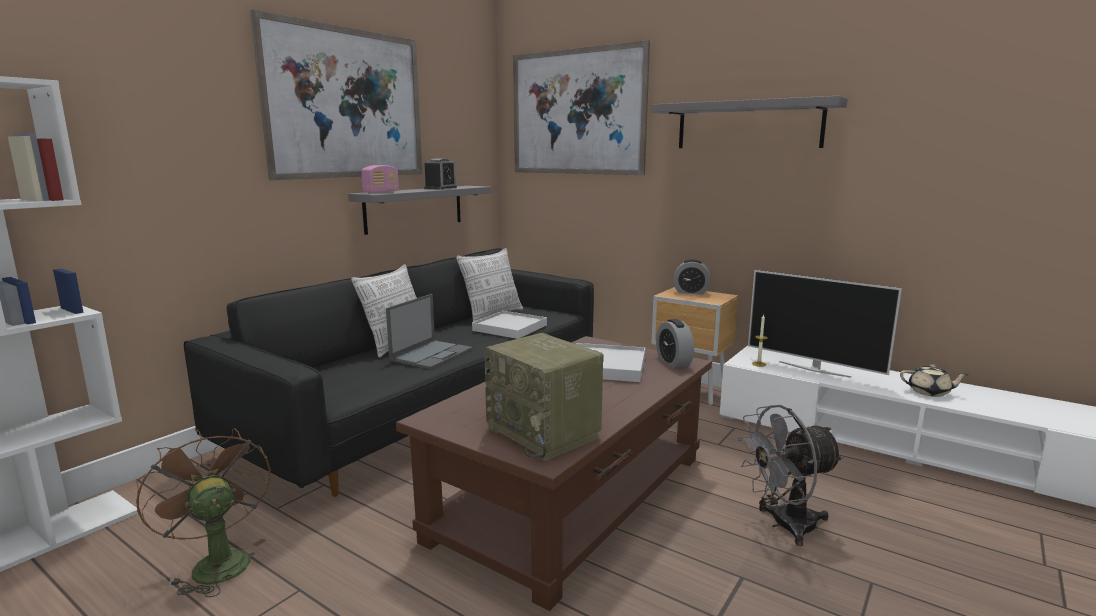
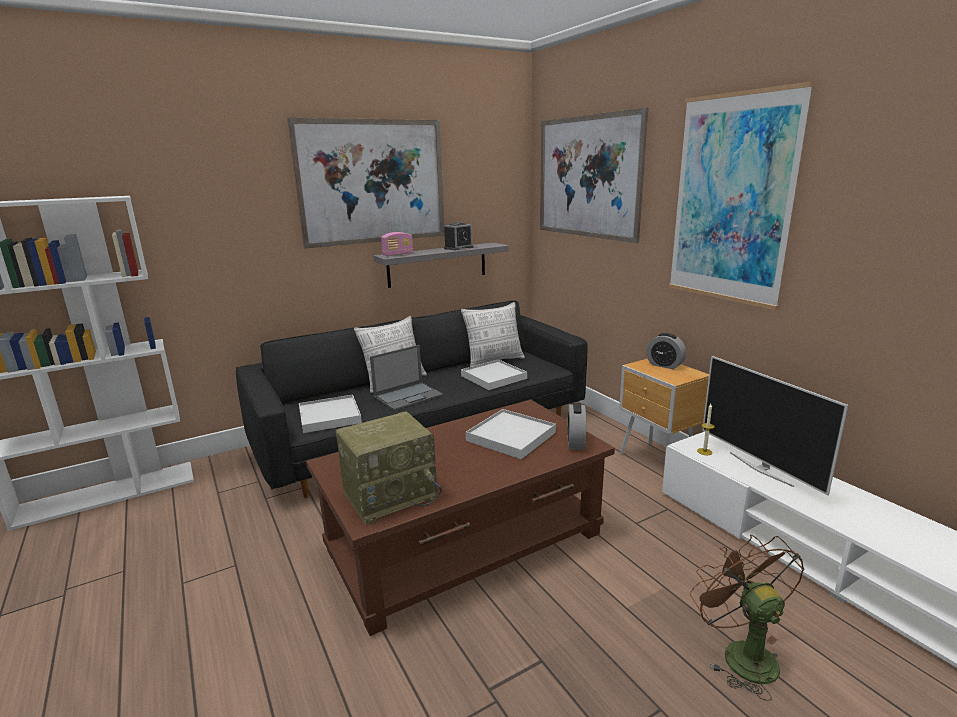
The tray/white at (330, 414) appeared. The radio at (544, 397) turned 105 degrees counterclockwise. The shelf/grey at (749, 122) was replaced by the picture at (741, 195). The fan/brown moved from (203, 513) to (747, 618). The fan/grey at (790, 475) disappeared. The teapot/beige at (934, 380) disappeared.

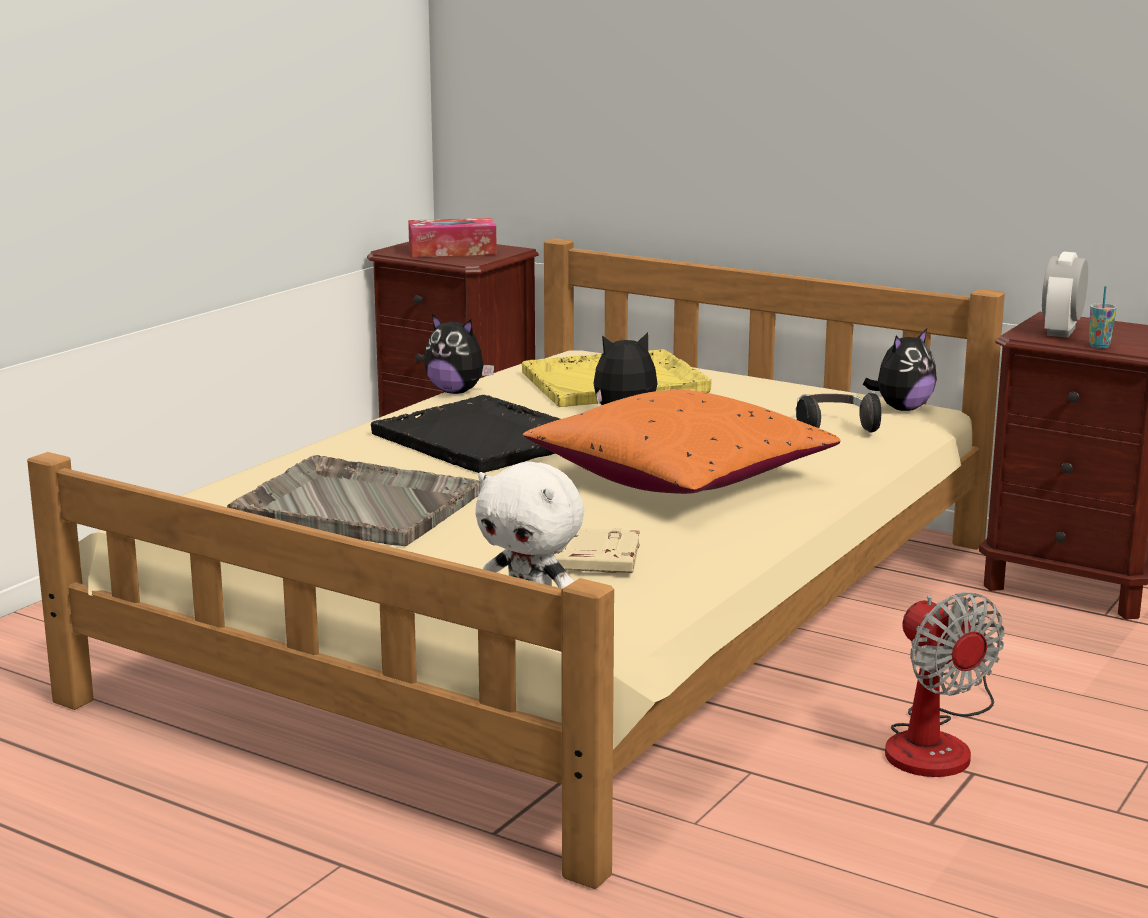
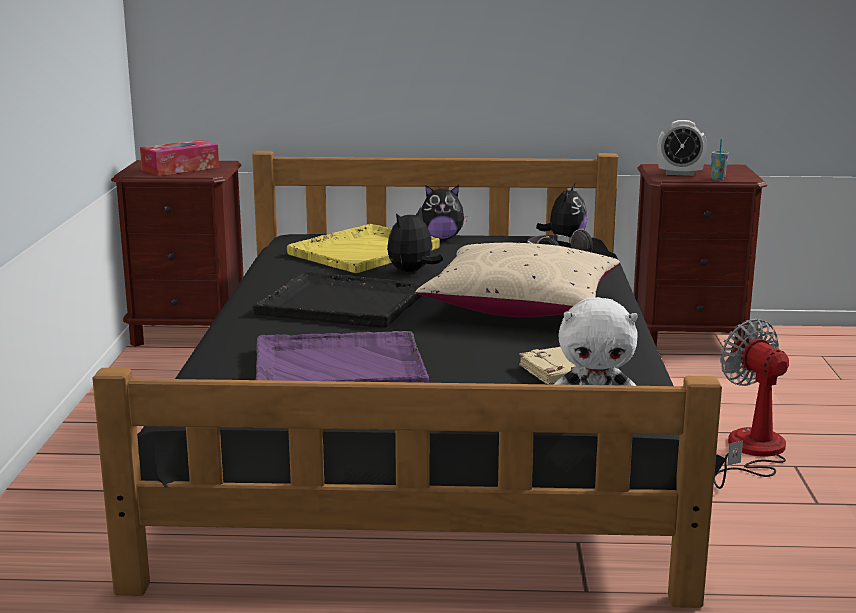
The bed/beige at (516, 563) became the bed/black at (409, 379). The tray/grey at (354, 500) became the tray/purple at (342, 357). The pillow/orange at (681, 441) became the pillow/beige at (517, 280). The plush toy moved from (459, 354) to (444, 212). The alarm clock at (1065, 295) turned 75 degrees counterclockwise. The fan at (945, 684) turned 150 degrees counterclockwise.

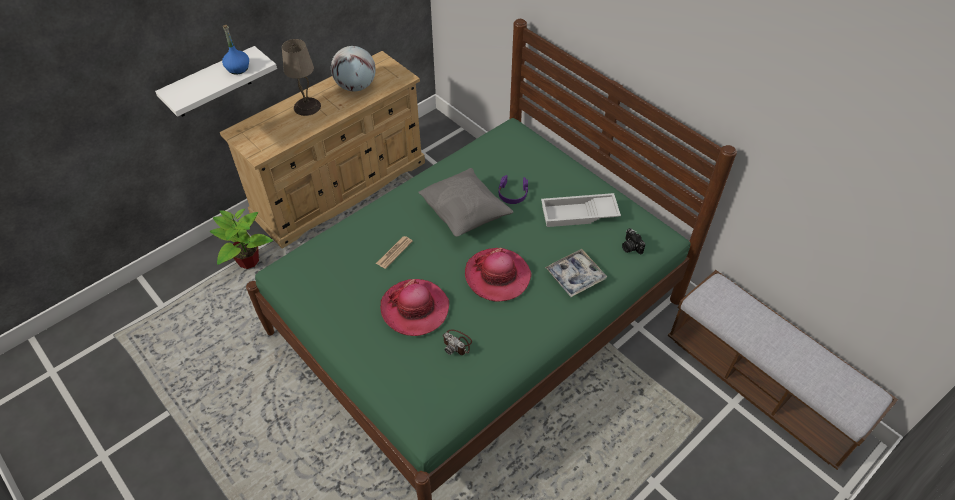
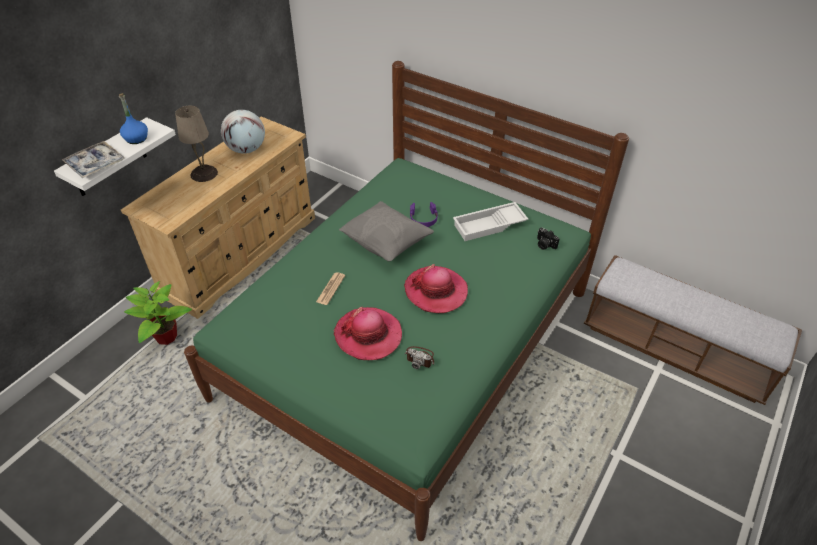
The tray moved from (576, 273) to (93, 159).

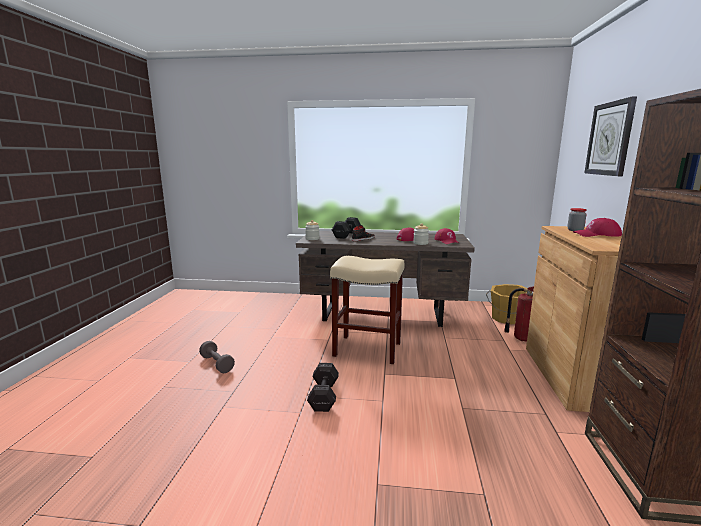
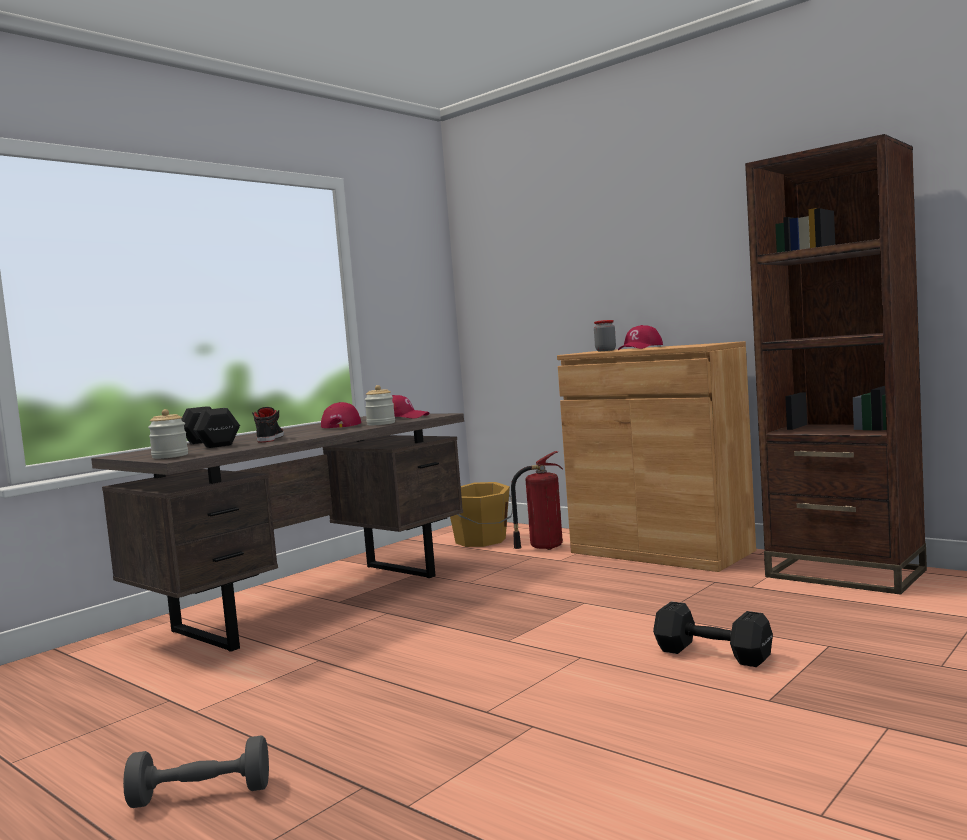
The dumbbell/black moved from (323, 387) to (713, 634). The stool/beige at (367, 310) disappeared. The wall clock at (610, 136) disappeared.

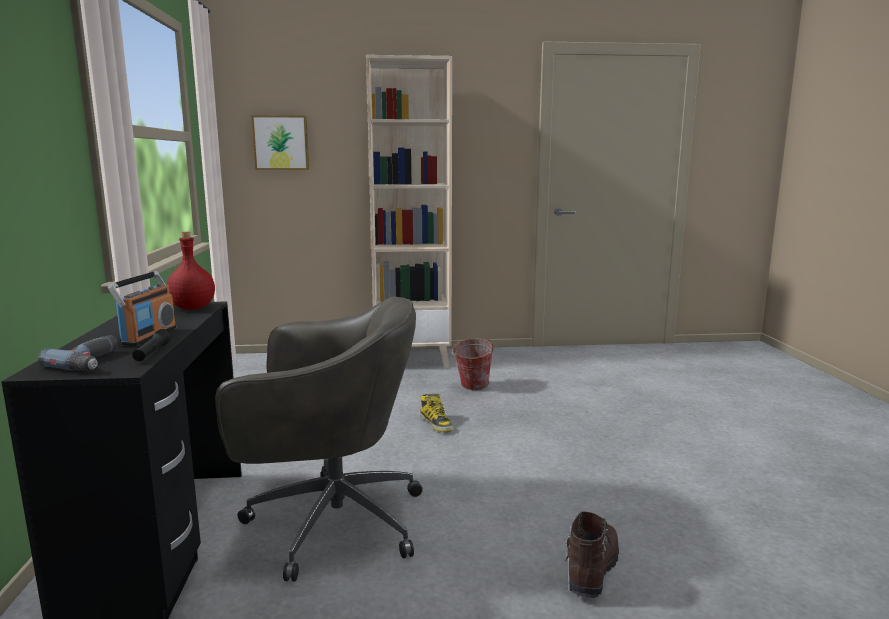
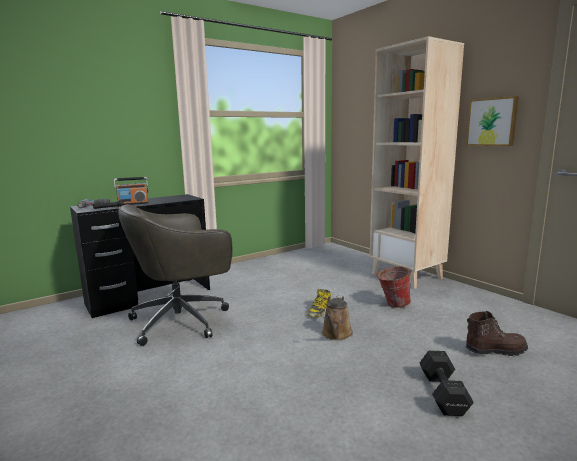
The office chair/grey at (319, 439) turned 90 degrees clockwise. The watering can/brown at (337, 318) appeared. The dumbbell/black at (447, 383) appeared. The picture moved from (280, 142) to (492, 121). The boot/brown moved from (592, 555) to (497, 333). The bottle/red at (191, 270) disappeared.

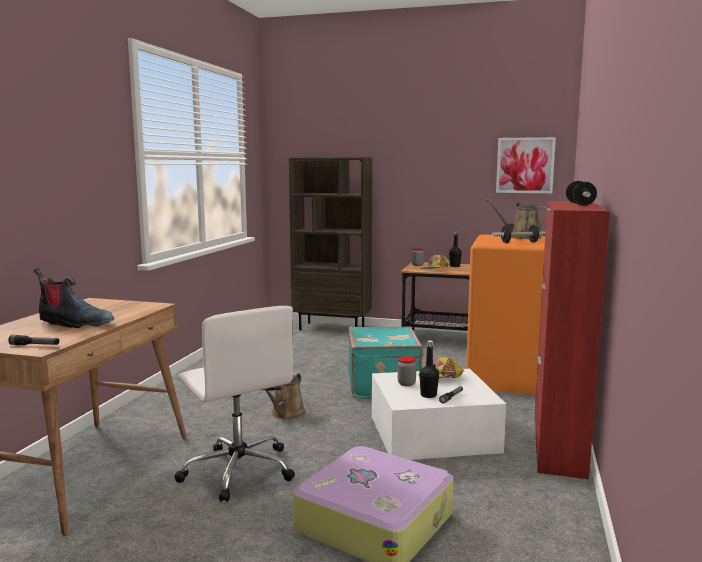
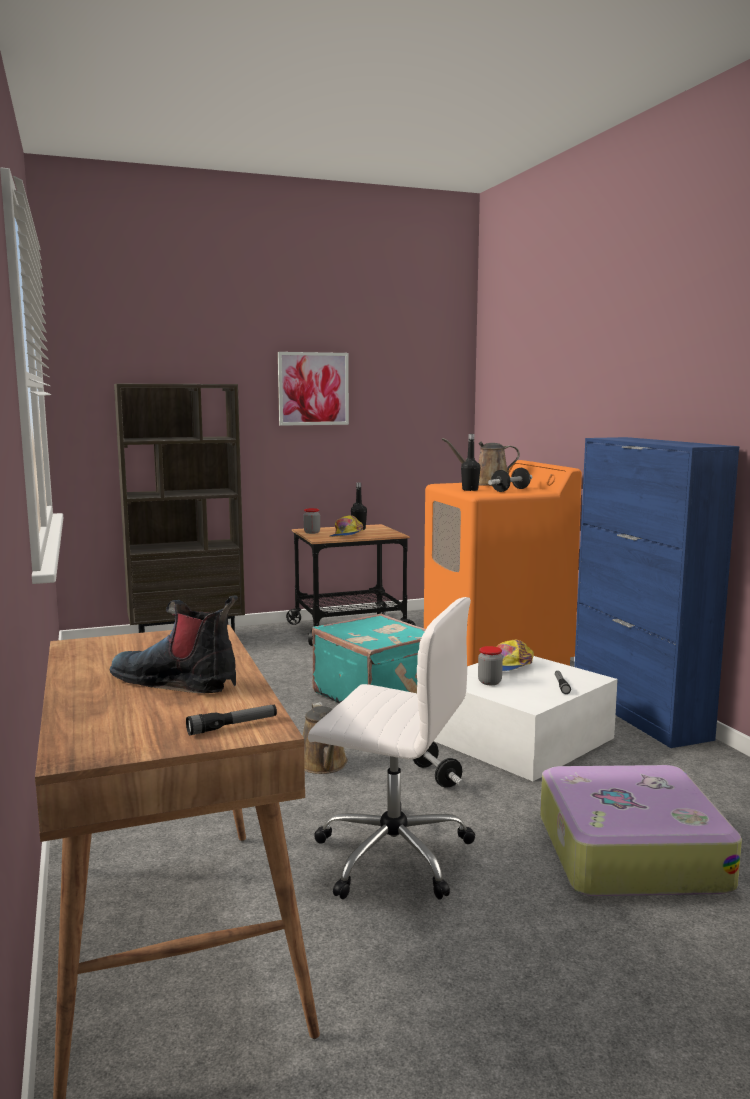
The boot at (74, 298) turned 135 degrees counterclockwise. The picture moved from (526, 165) to (313, 389). The dumbbell moved from (581, 193) to (438, 764). The bottle/black moved from (429, 369) to (470, 462). The cabinet/red at (572, 340) became the cabinet/blue at (657, 592).

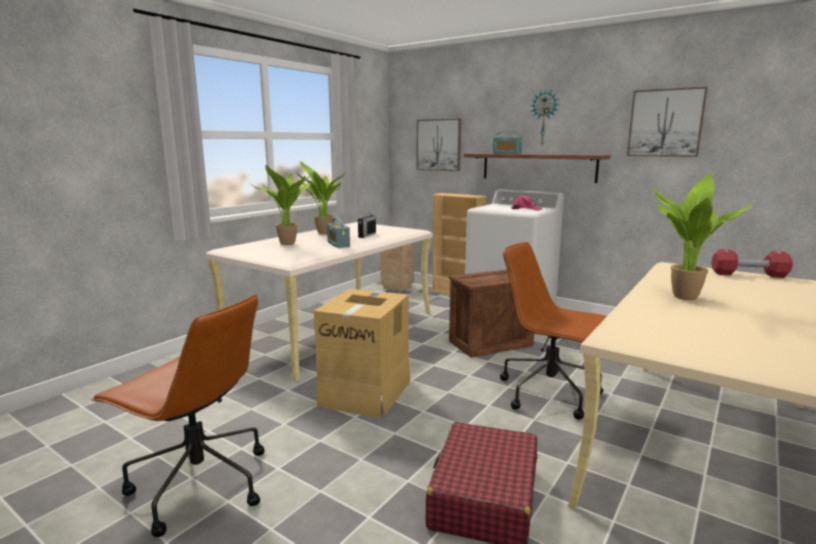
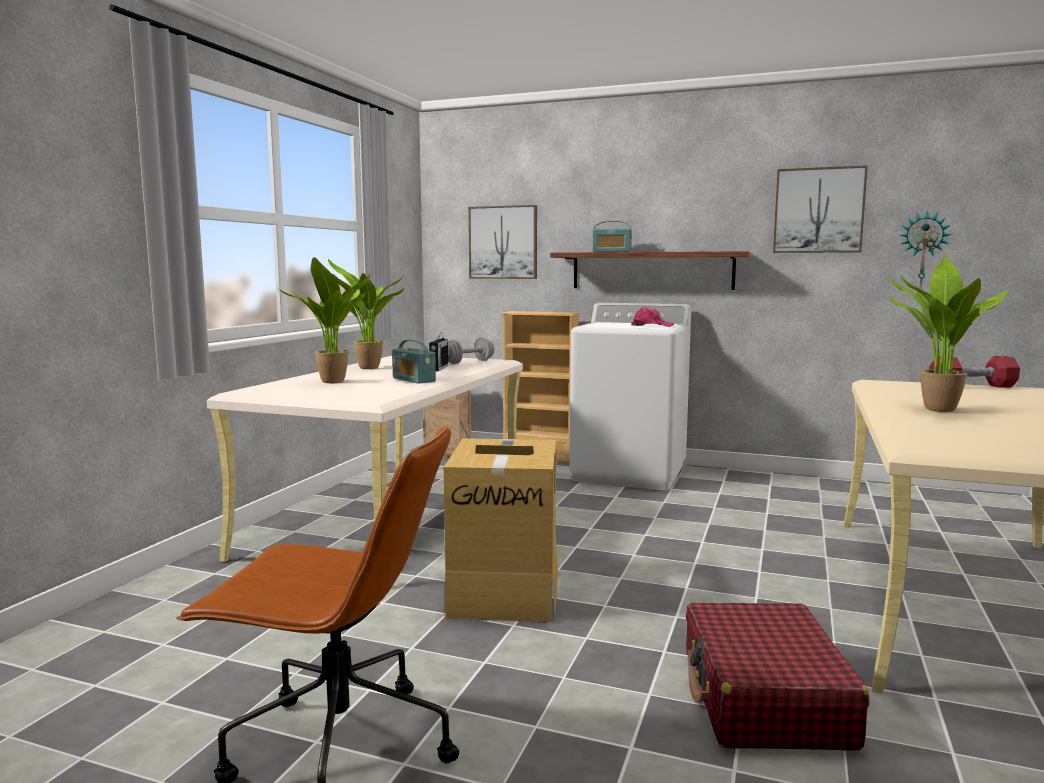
The dumbbell/grey at (471, 350) appeared. The wall clock moved from (545, 117) to (926, 251). The crate at (491, 313) disappeared. The office chair/brown at (553, 331) disappeared.

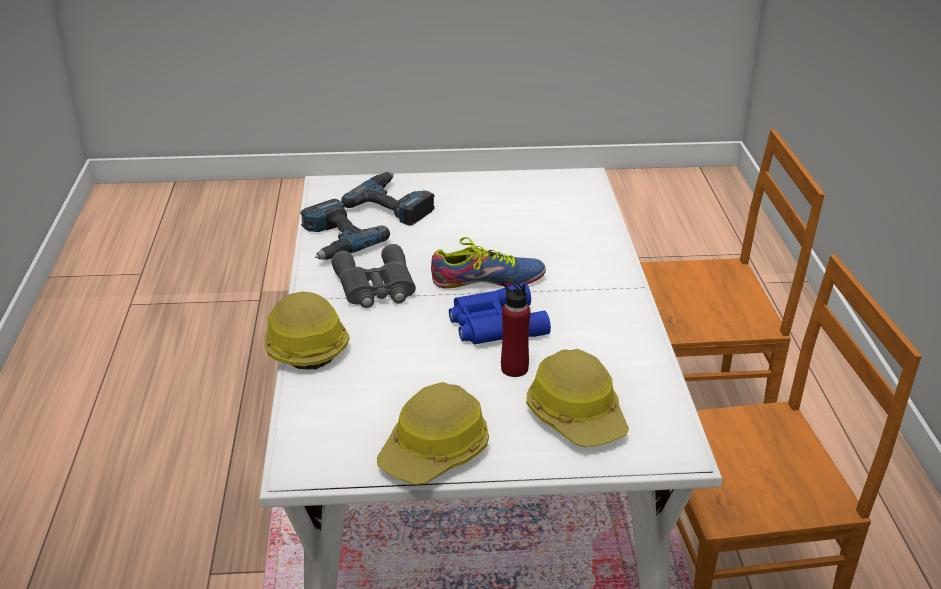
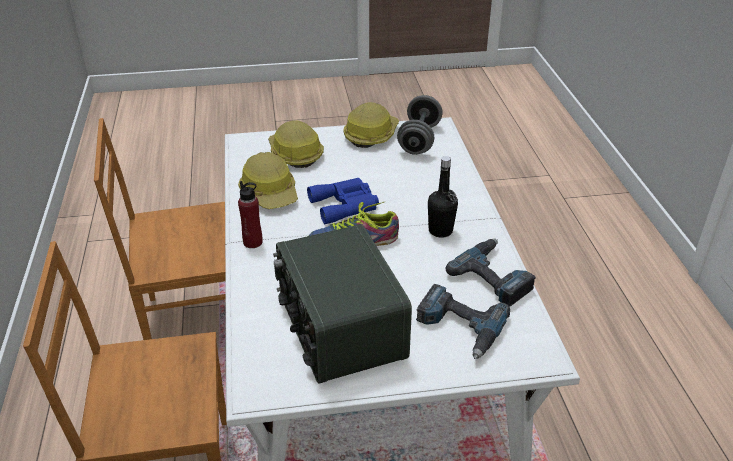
The hard hat moved from (307, 331) to (268, 180). The bottle/red moved from (516, 328) to (250, 214). The radio at (342, 304) appeared. The dumbbell/grey at (420, 125) appeared. The binoculars/grey at (373, 276) was replaced by the bottle/black at (443, 197).

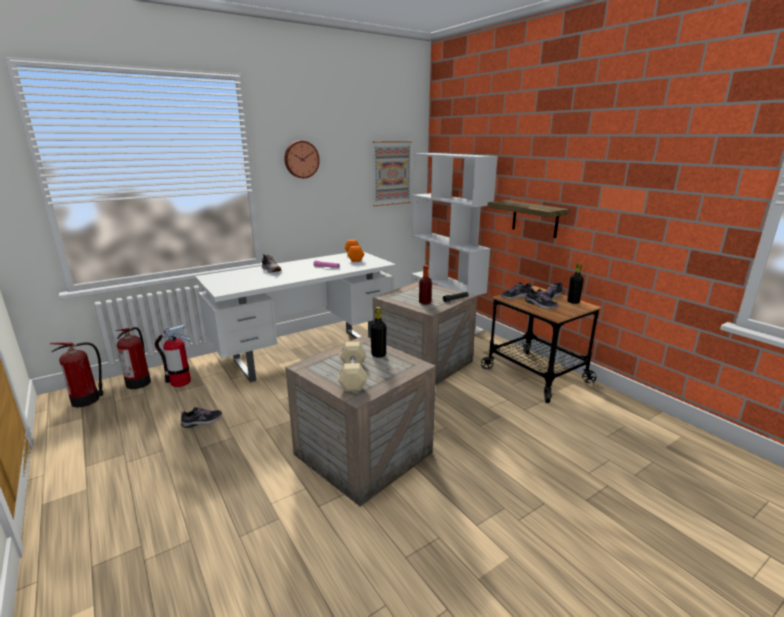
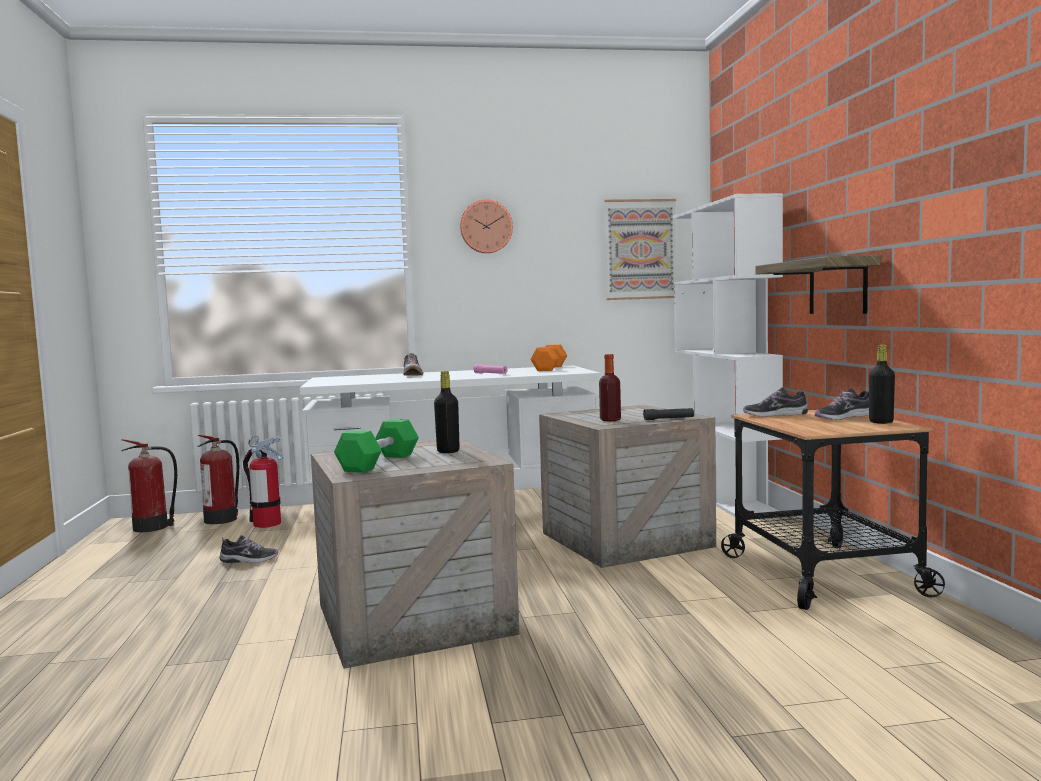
The dumbbell/beige at (352, 367) became the dumbbell/green at (376, 446). The shoe at (541, 298) disappeared.

